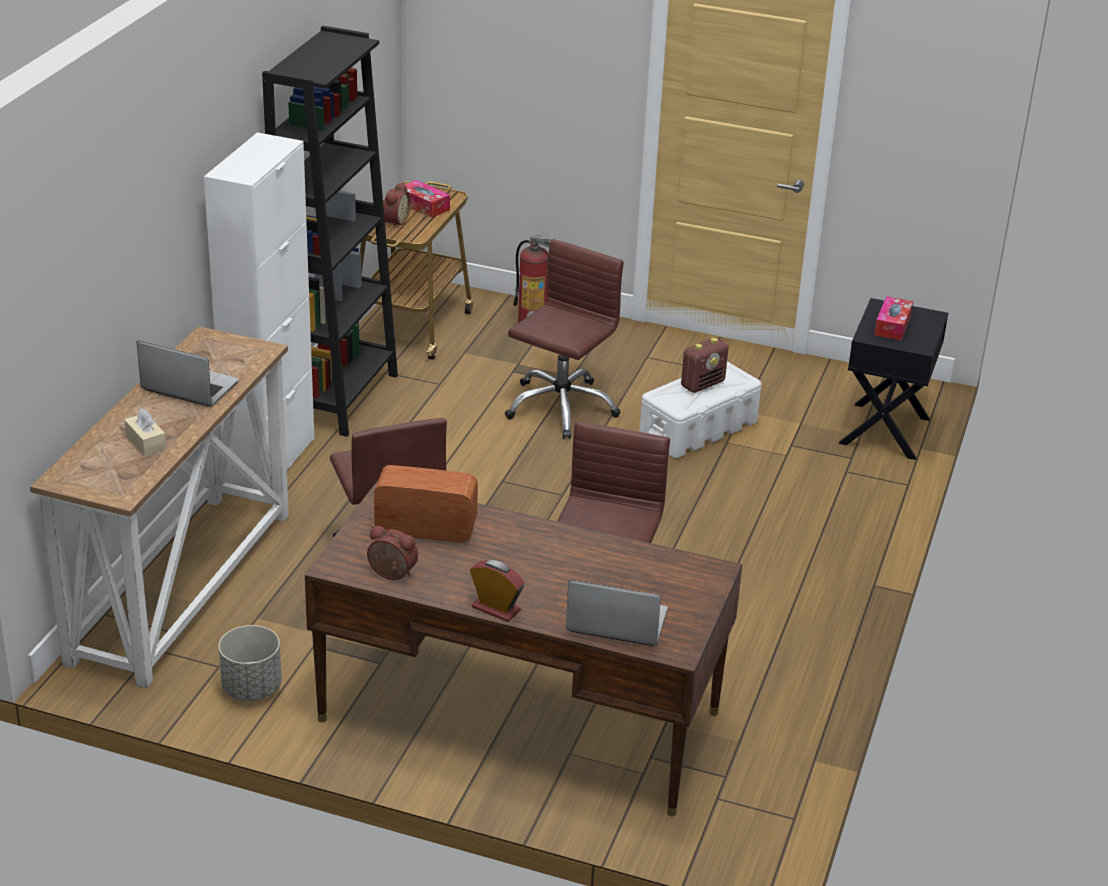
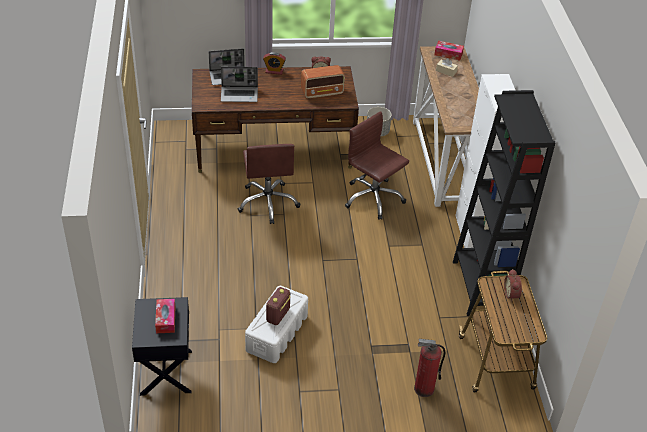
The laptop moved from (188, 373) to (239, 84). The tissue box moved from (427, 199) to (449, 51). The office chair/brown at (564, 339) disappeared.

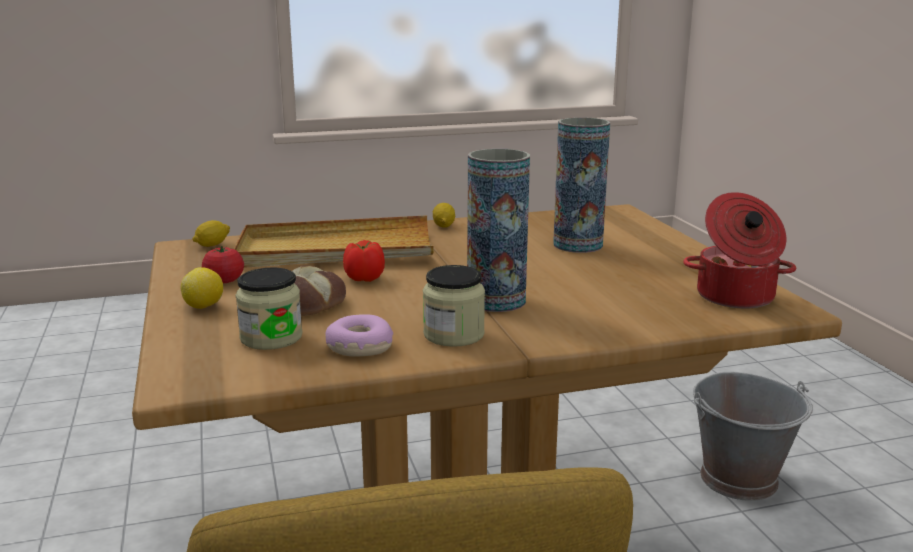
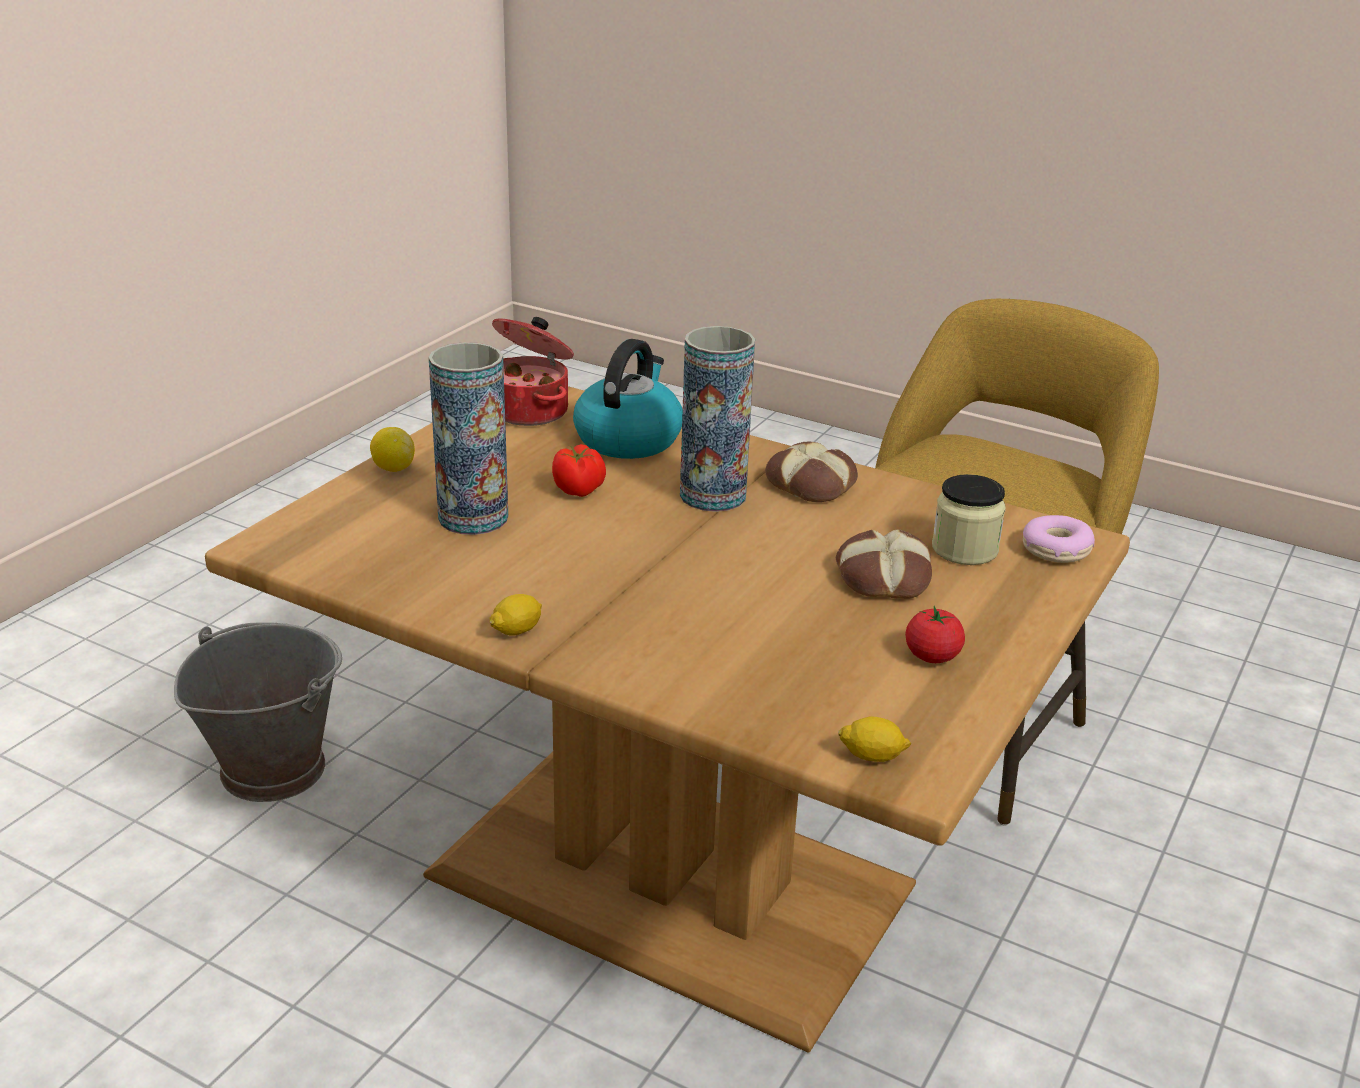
The lemon moved from (202, 288) to (392, 449). The tomato moved from (364, 261) to (579, 470). The kettle at (628, 399) appeared. The jar at (454, 306) was replaced by the bread at (811, 471). The donut moved from (359, 335) to (1059, 539). The tray/beige at (334, 241) disappeared.

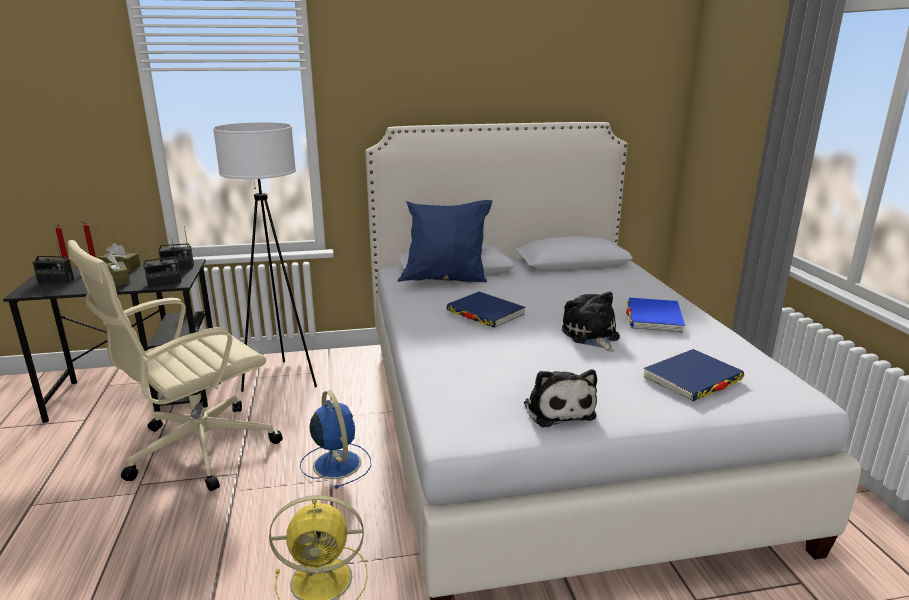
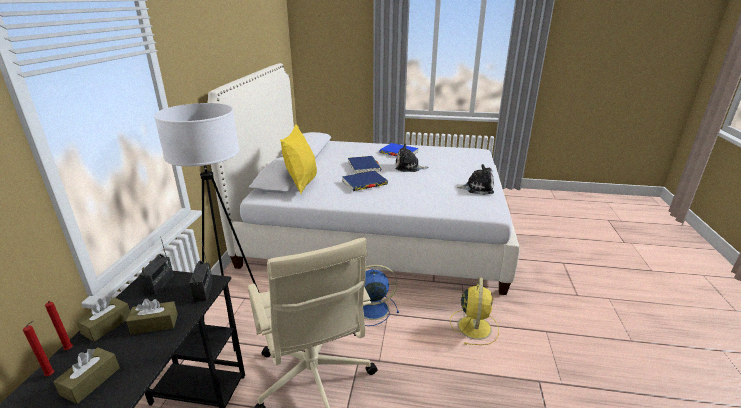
The radio at (53, 260) was replaced by the tissue box/brown at (86, 375). The pillow/blue at (445, 241) became the pillow/yellow at (298, 159). The book/blue moved from (694, 375) to (364, 165).

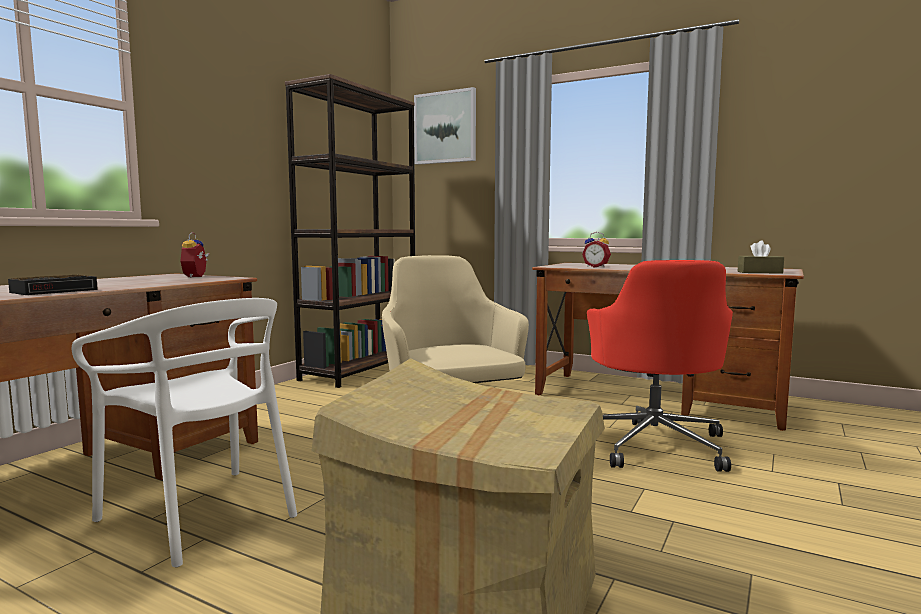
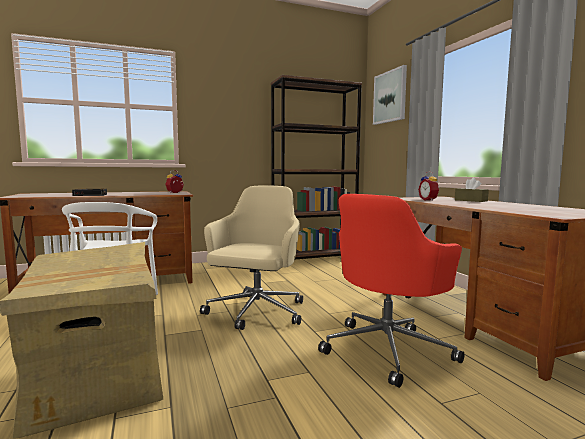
The tissue box/brown moved from (761, 257) to (472, 190).

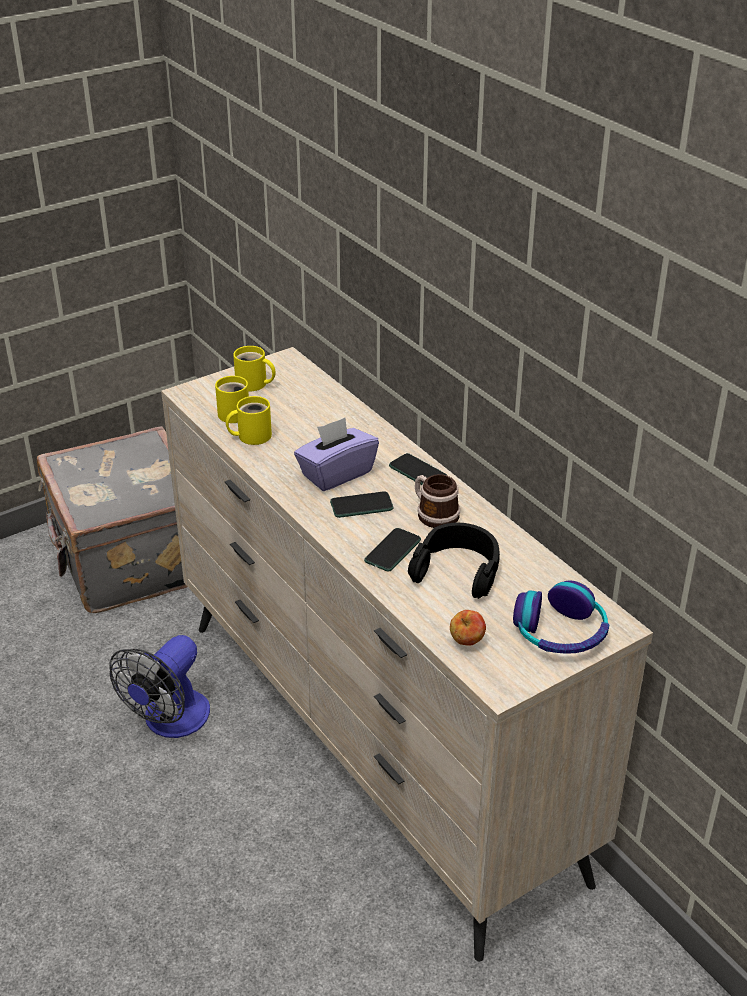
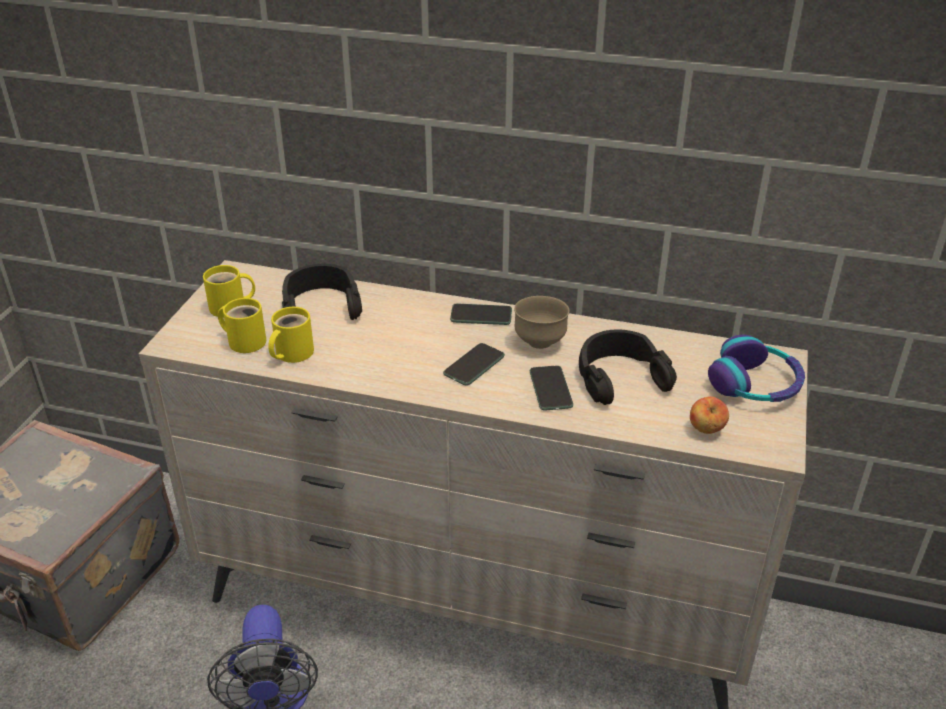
The headphones/black at (322, 292) appeared. The mug at (437, 501) was replaced by the bowl/brown at (541, 322). The tissue box/purple at (336, 454) disappeared.

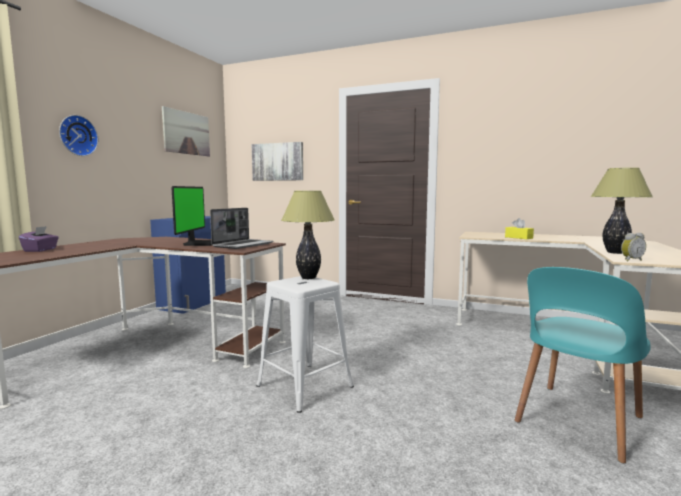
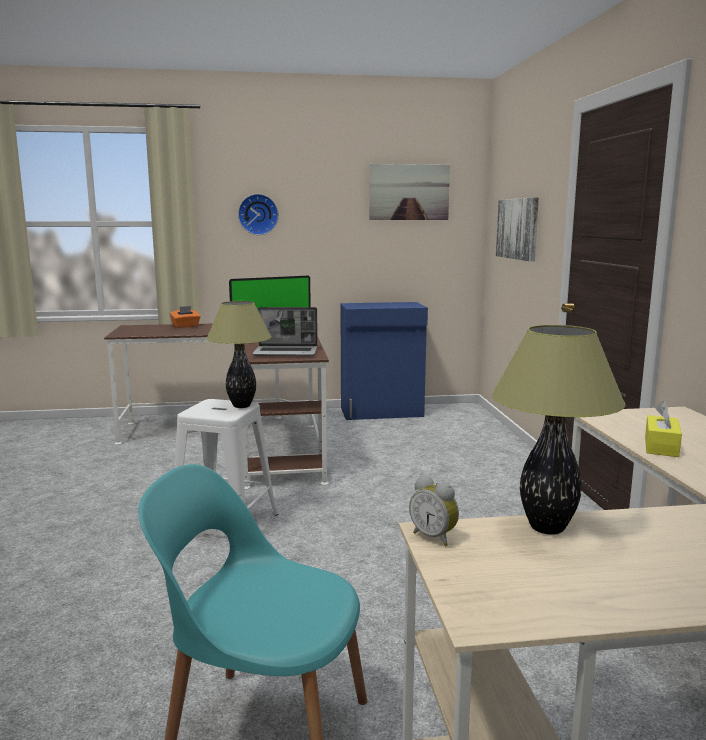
The tissue box/purple at (39, 239) became the tissue box/orange at (185, 317).

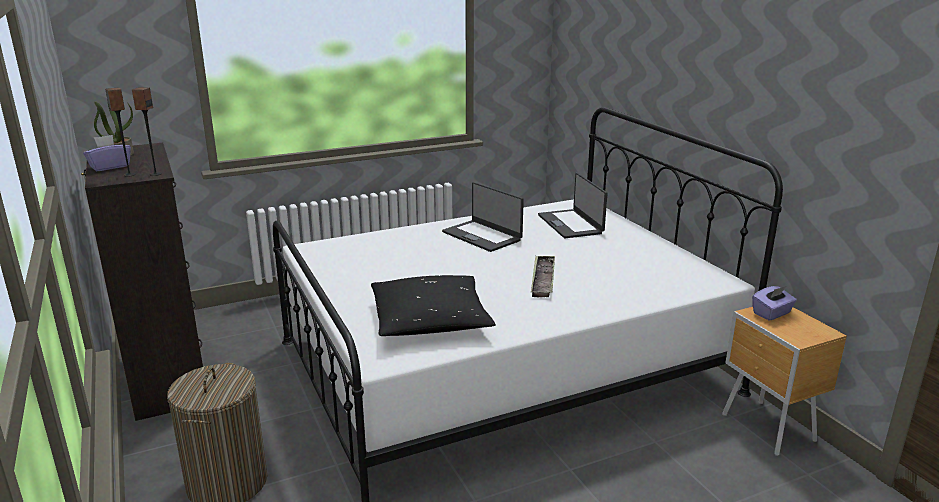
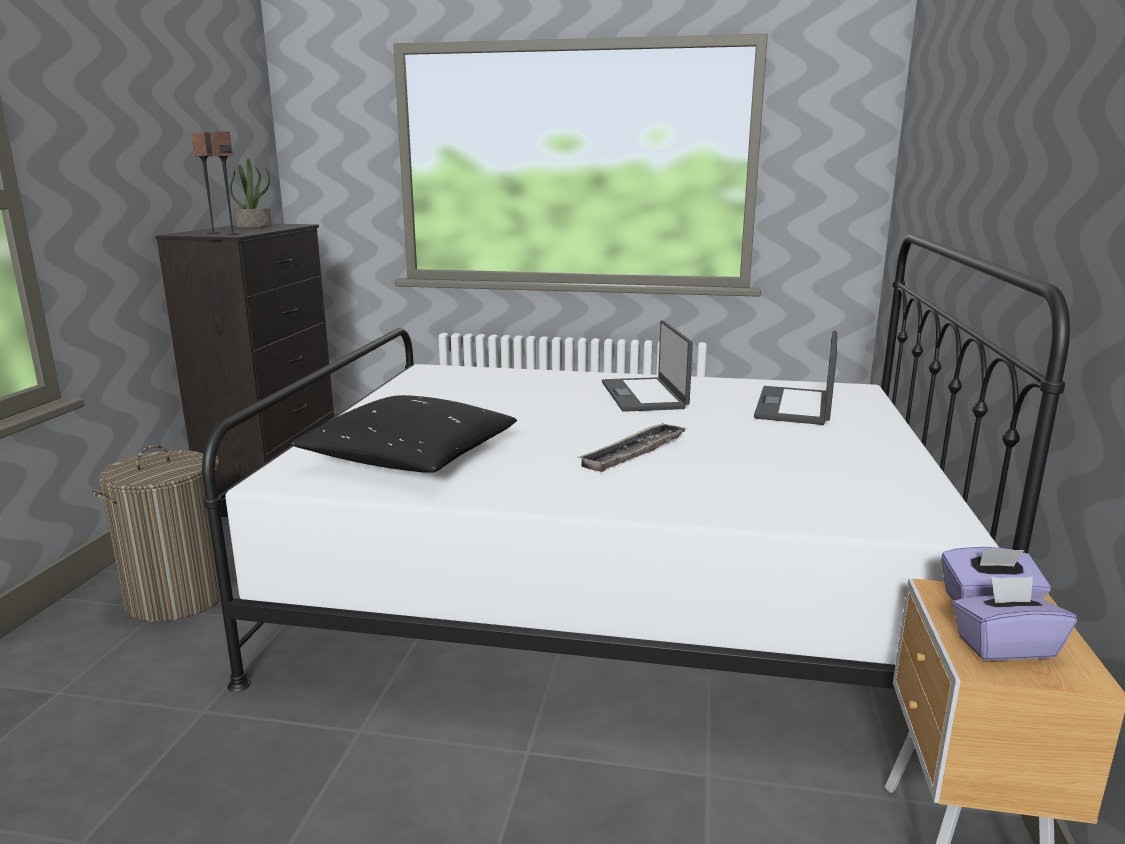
The tissue box/purple moved from (107, 153) to (1014, 619).

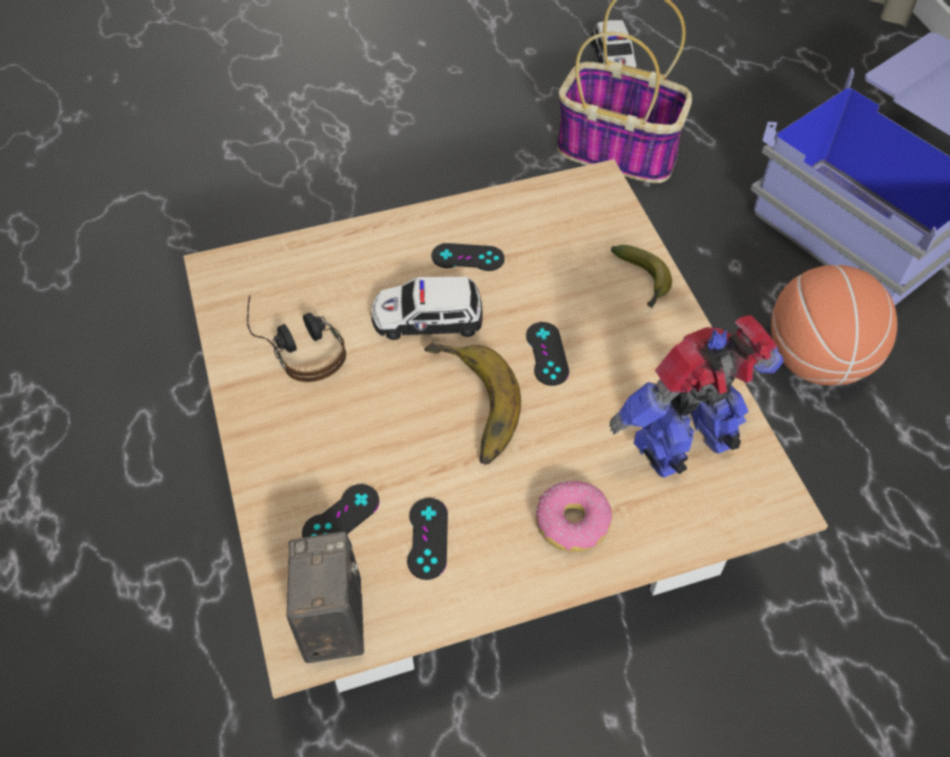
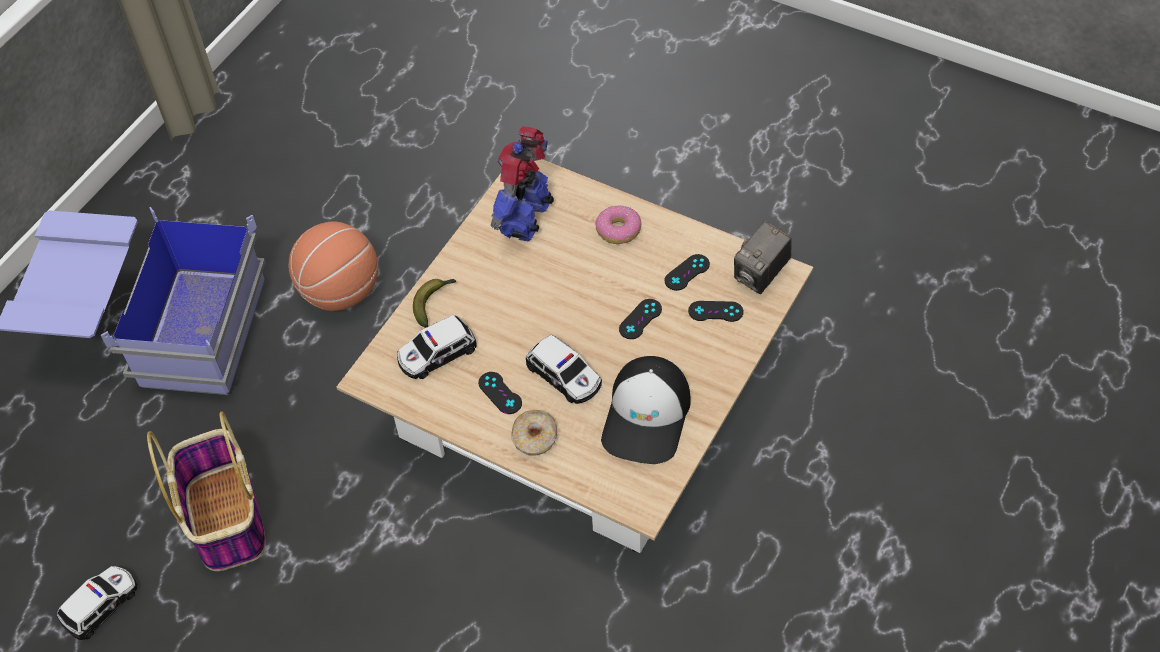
The toy car at (437, 347) appeared. The toy robot at (696, 396) turned 90 degrees clockwise. The donut at (534, 433) appeared. The headphones at (296, 338) was replaced by the cap at (646, 410). The game controller/black moved from (547, 354) to (640, 319). The banana at (472, 402) disappeared.

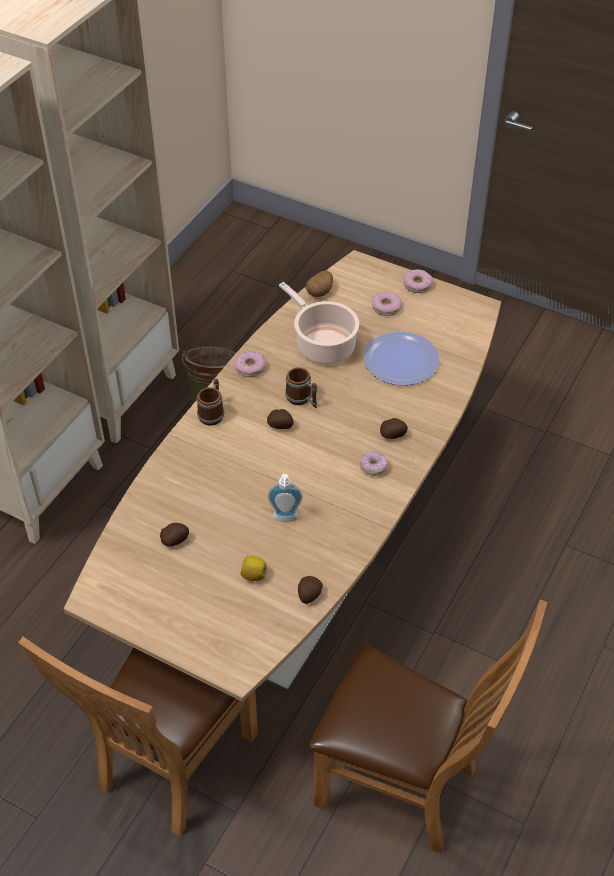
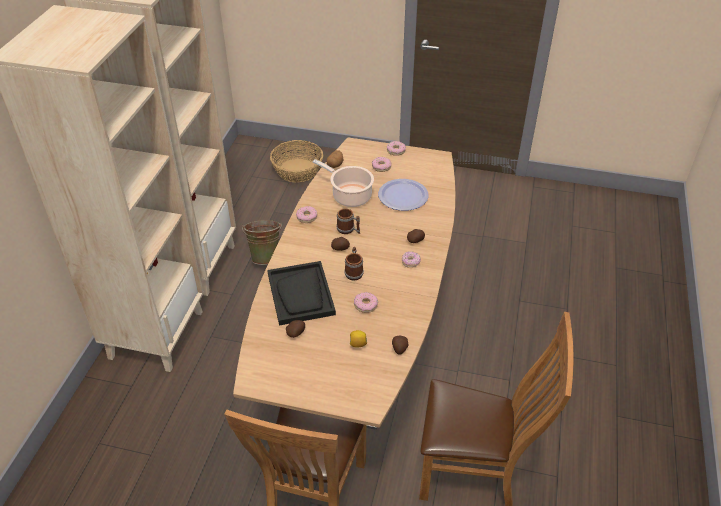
The tray/black at (301, 293) appeared. The basket at (296, 161) appeared. The mug moved from (210, 402) to (354, 263). The soap dispenser at (285, 498) was replaced by the donut at (366, 302).

